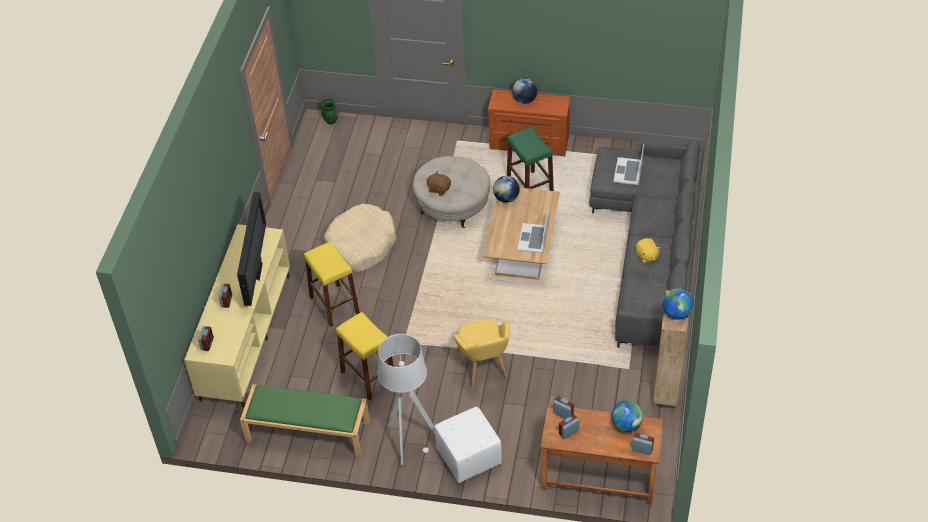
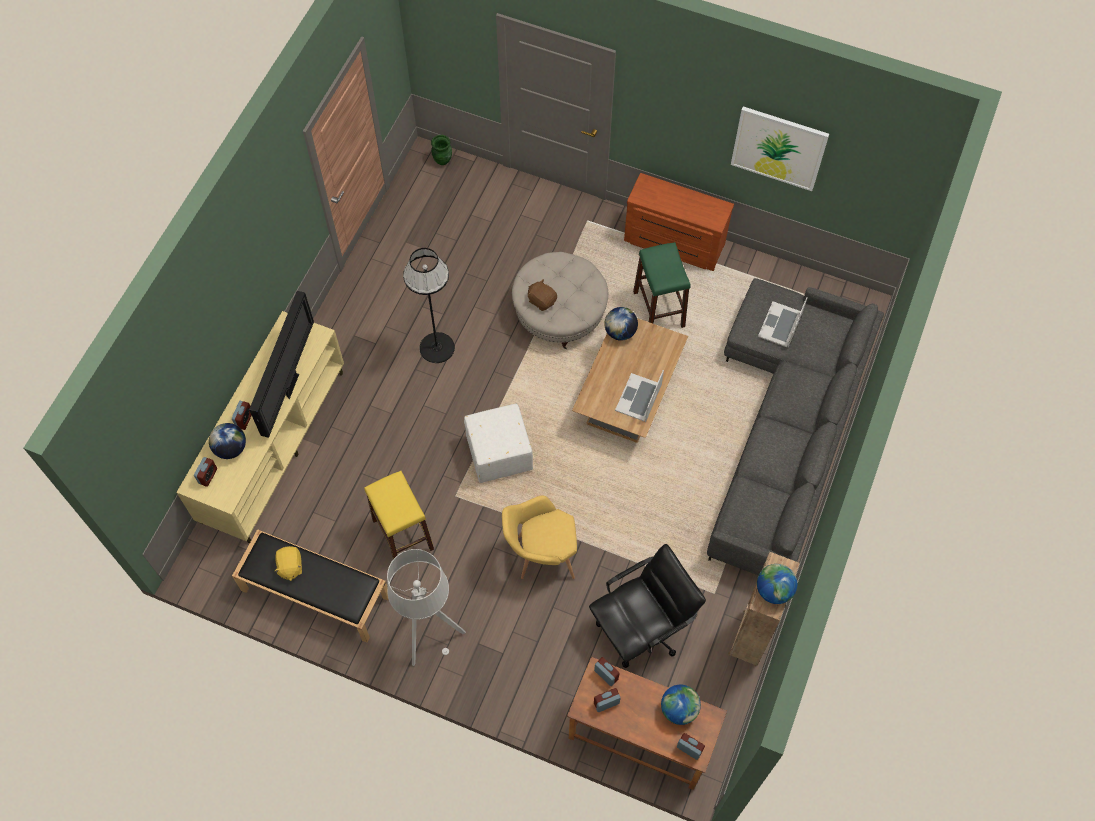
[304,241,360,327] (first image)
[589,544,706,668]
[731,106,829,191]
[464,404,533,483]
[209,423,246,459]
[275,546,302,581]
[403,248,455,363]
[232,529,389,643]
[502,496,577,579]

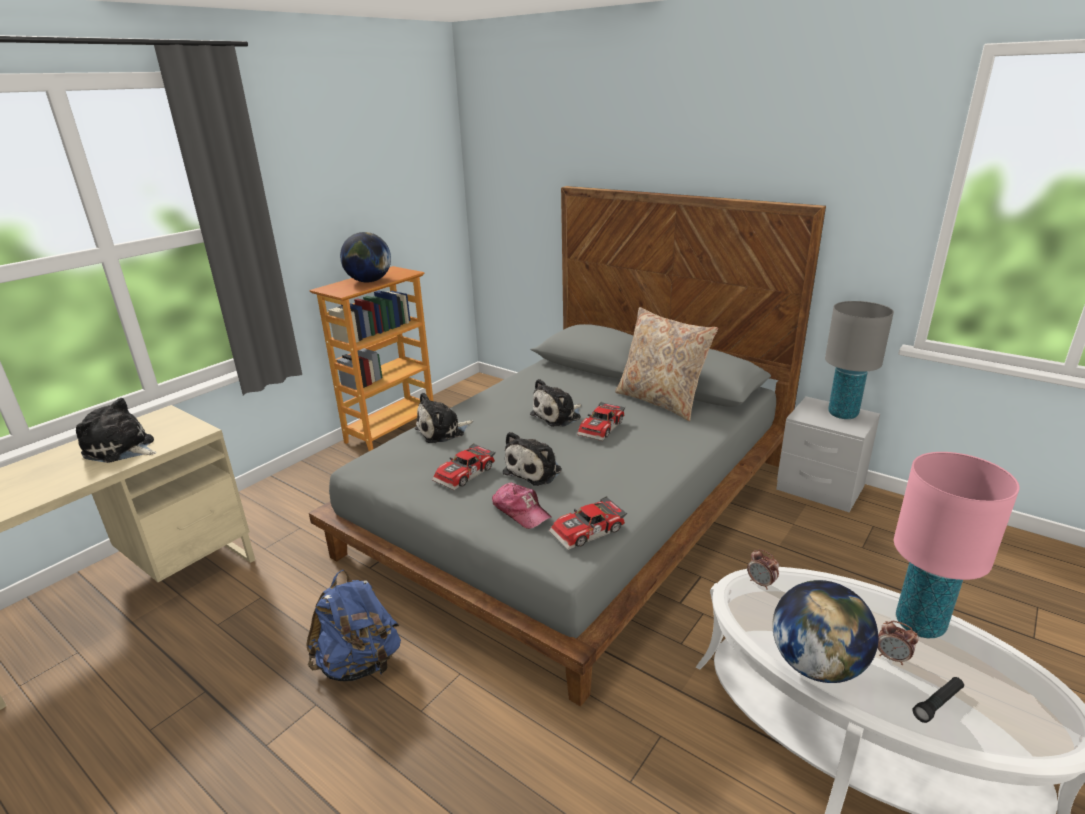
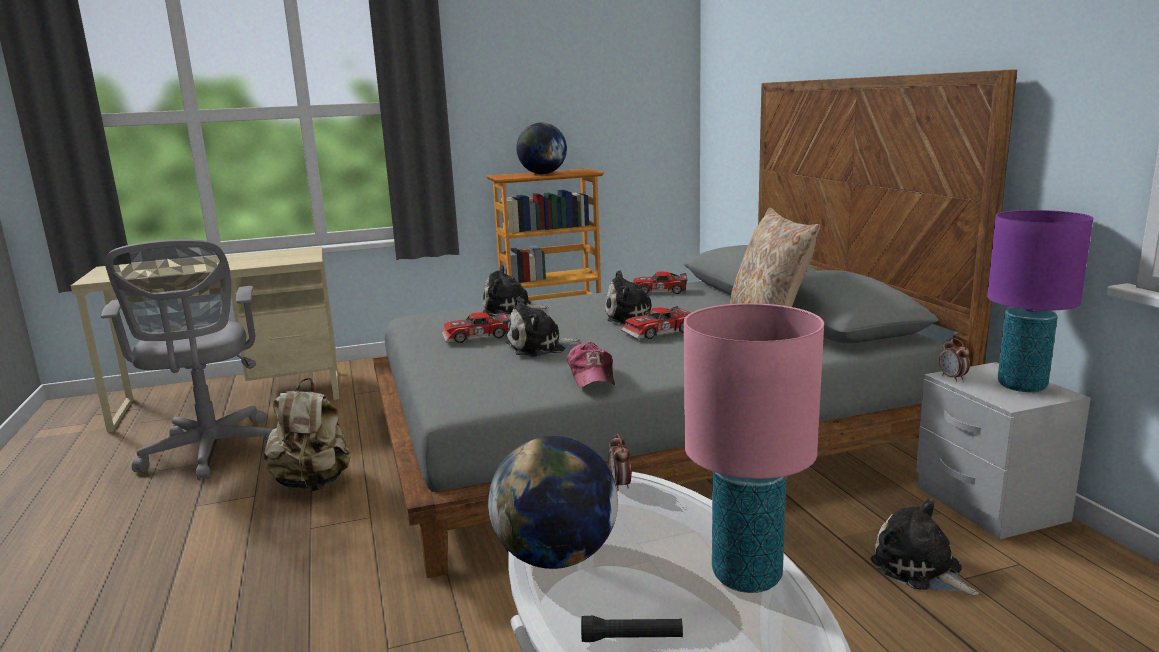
[101,239,273,481]
[871,499,979,595]
[567,342,615,388]
[634,272,688,294]
[939,338,970,382]
[264,378,351,491]
[987,210,1093,392]

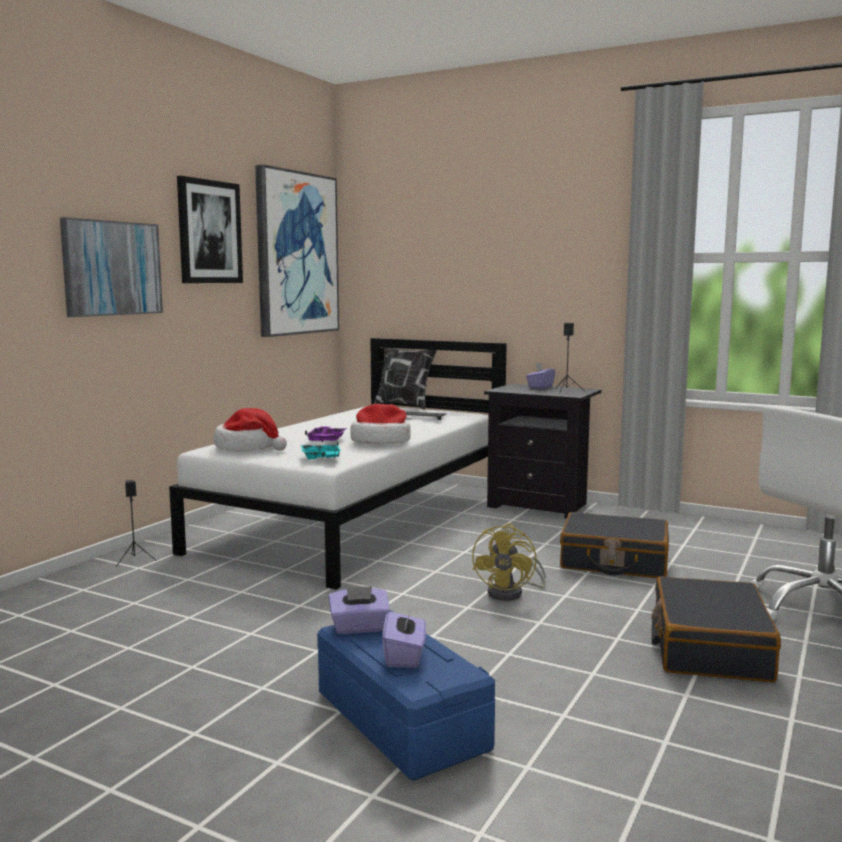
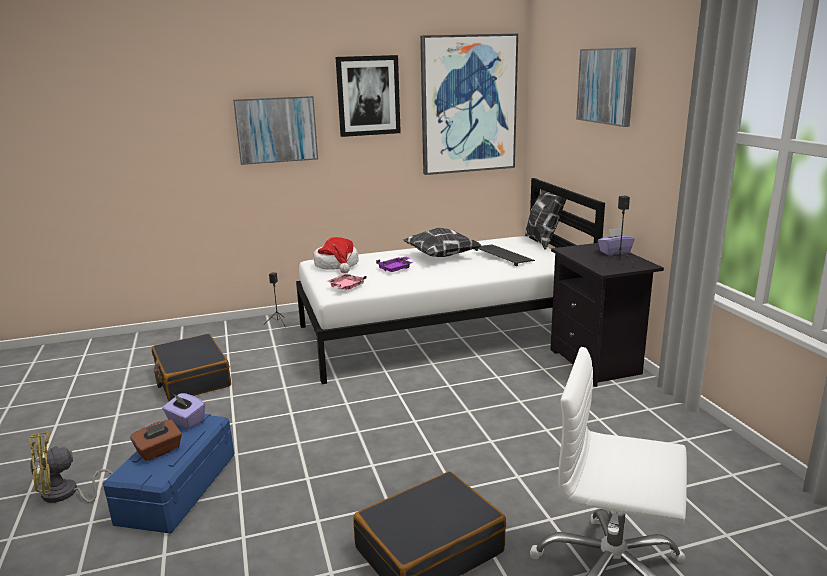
[350,404,410,444] (first image)
[403,228,482,257]
[576,47,636,127]
[29,432,113,503]
[152,333,231,401]
[327,274,366,290]
[130,420,182,461]

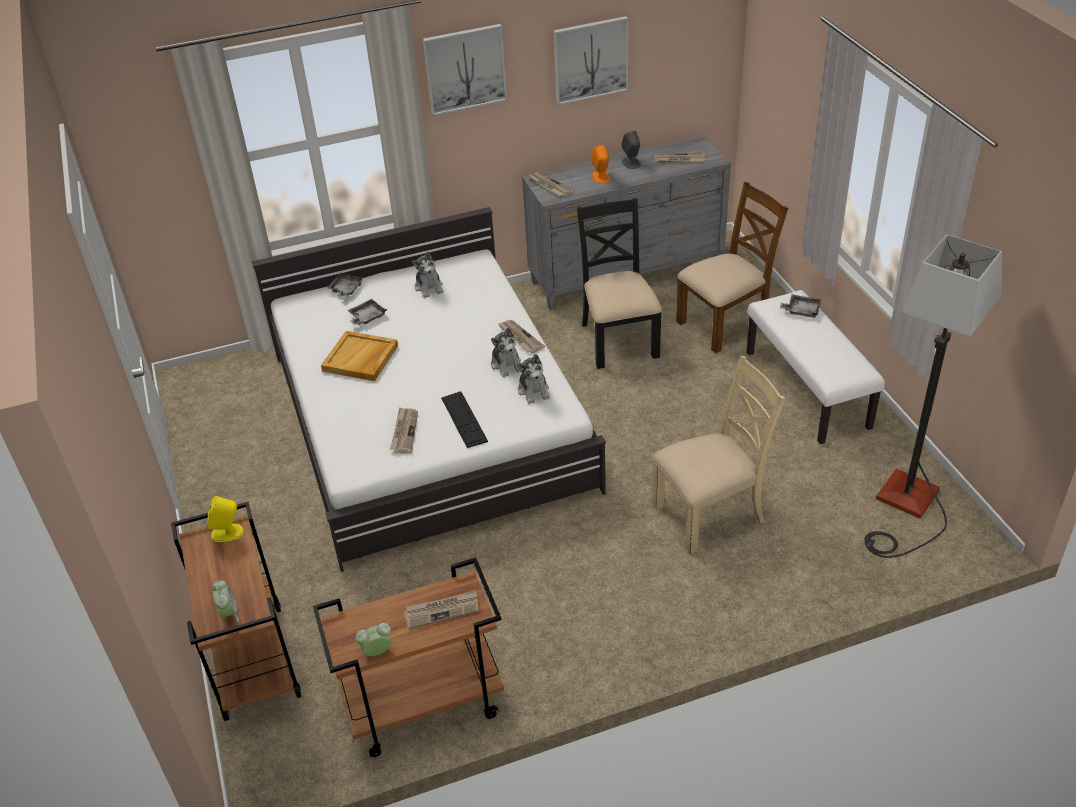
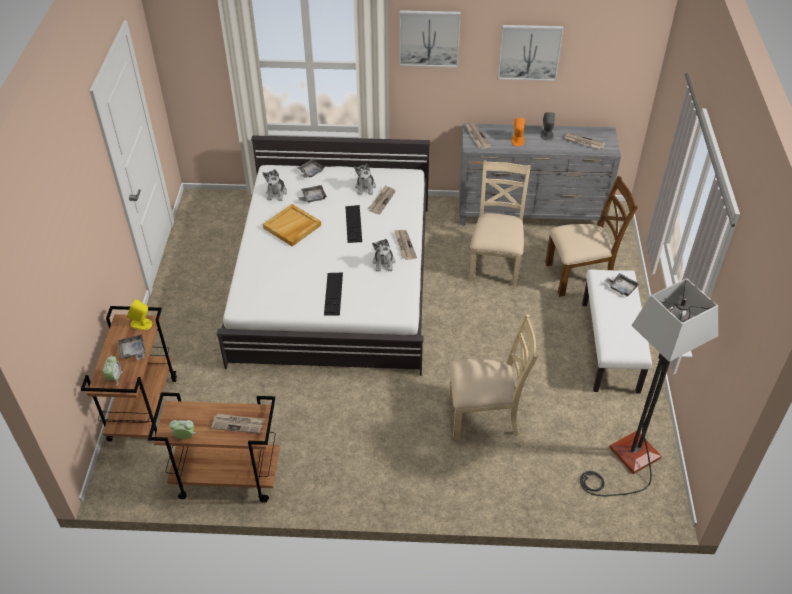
[118,333,146,360]
[345,205,362,243]
[368,185,396,214]
[262,169,287,201]
[469,161,531,287]

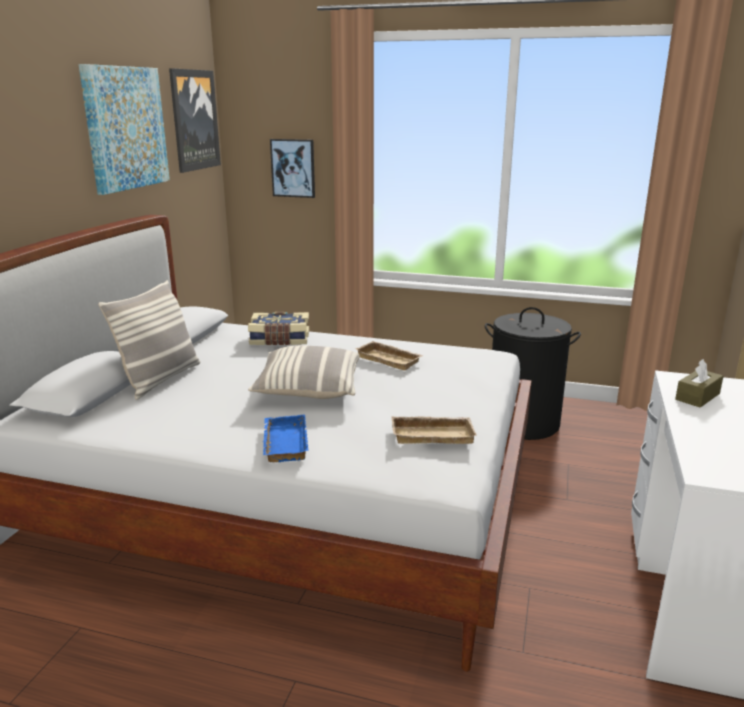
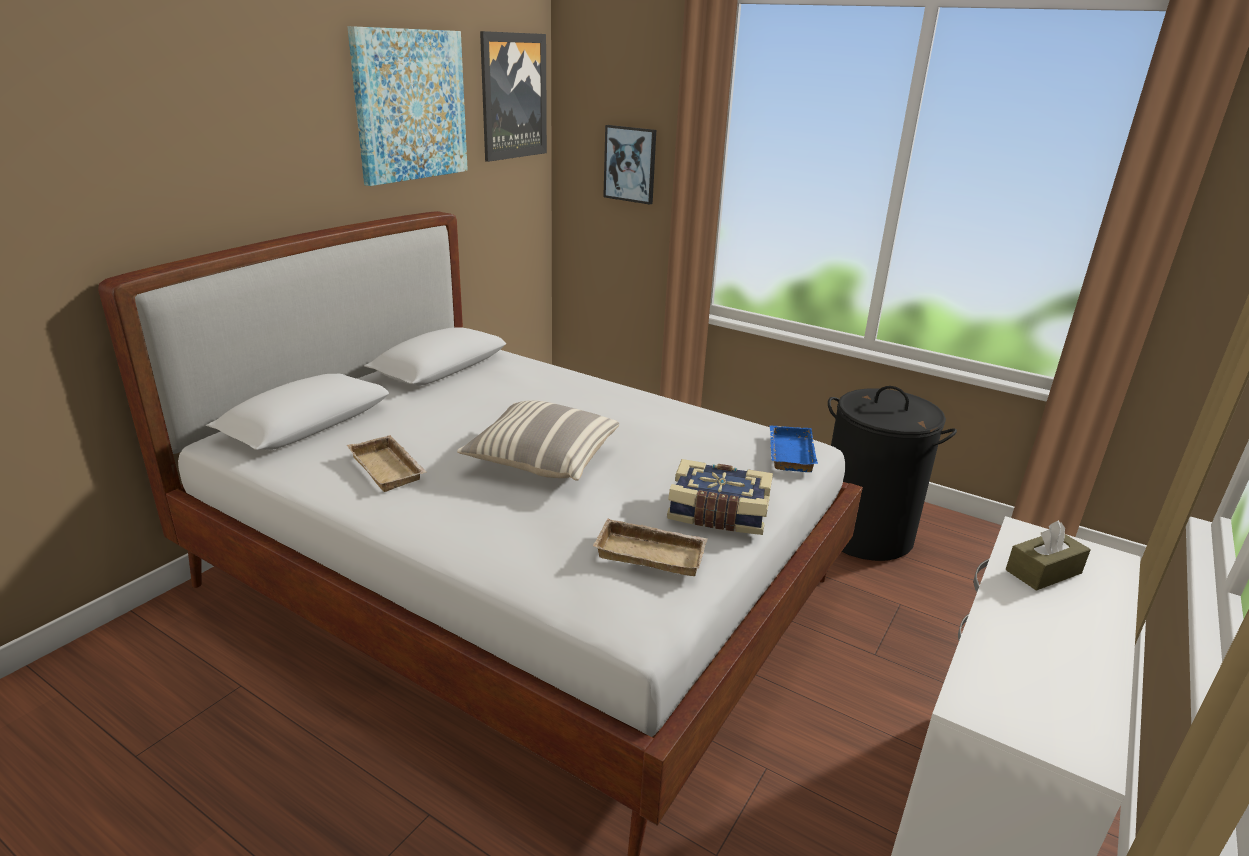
[98,280,200,400] (first image)
[667,459,773,535]
[770,425,818,472]
[347,435,427,492]

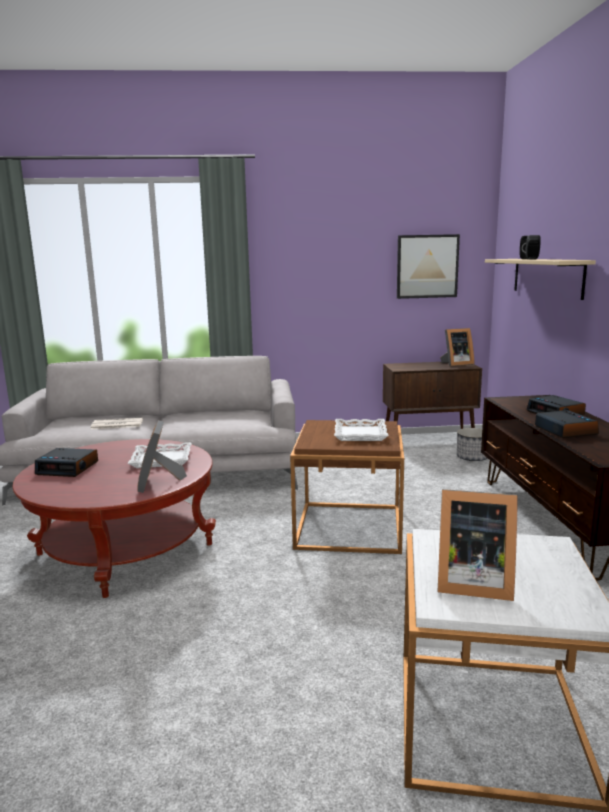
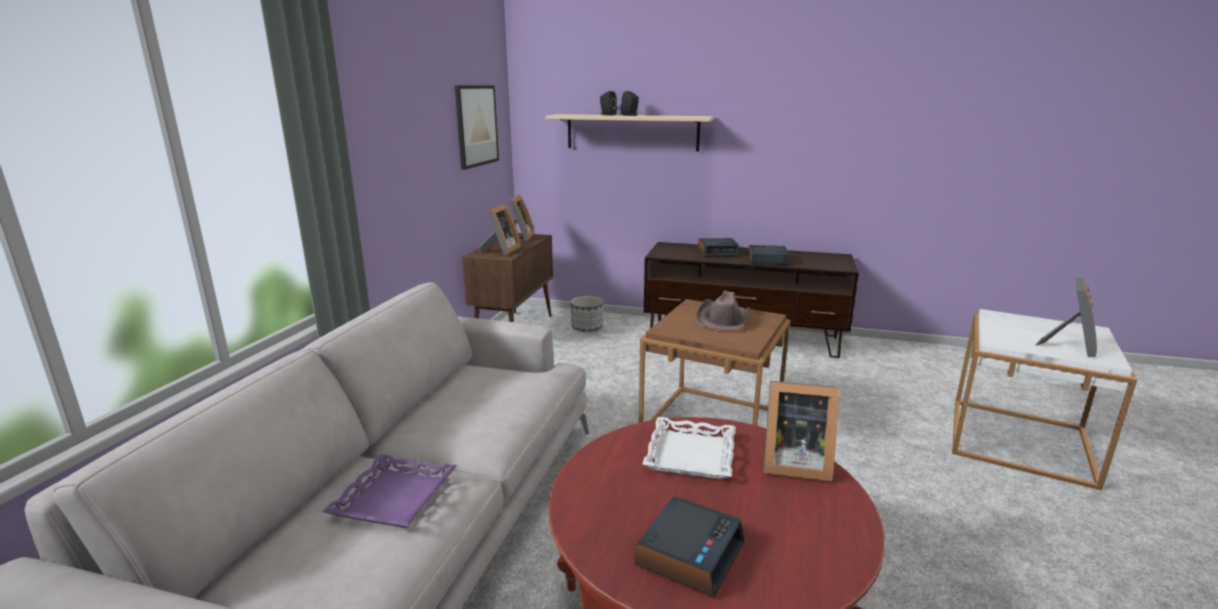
[479,204,521,255]
[322,454,457,528]
[696,291,751,330]

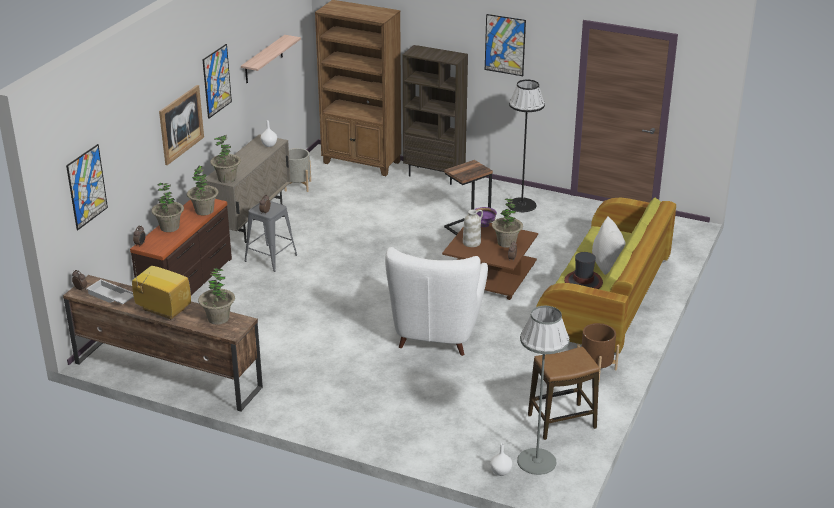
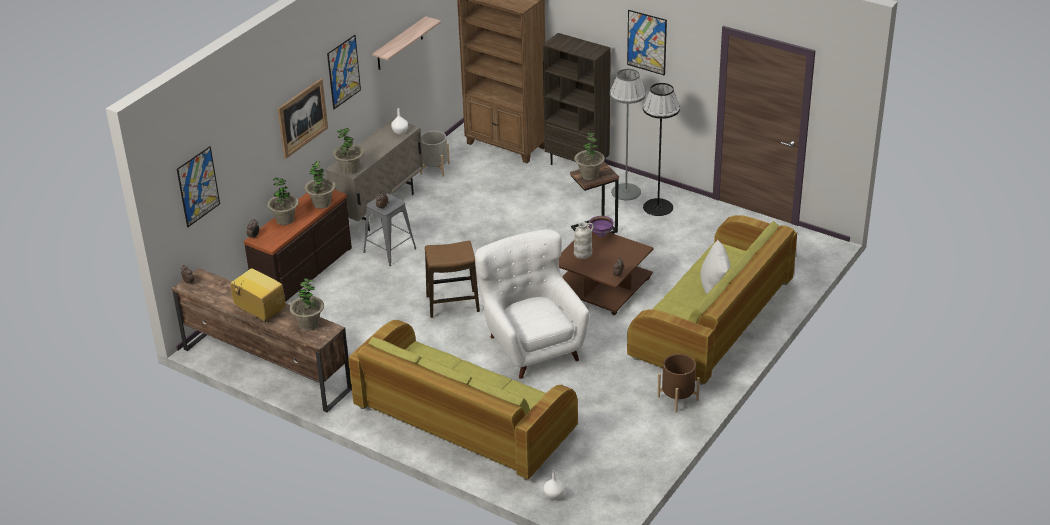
[86,279,134,304] (first image)
[564,252,603,289] (first image)
[348,320,578,480]
[574,132,605,180]
[610,69,646,200]
[425,241,480,318]
[475,229,589,379]

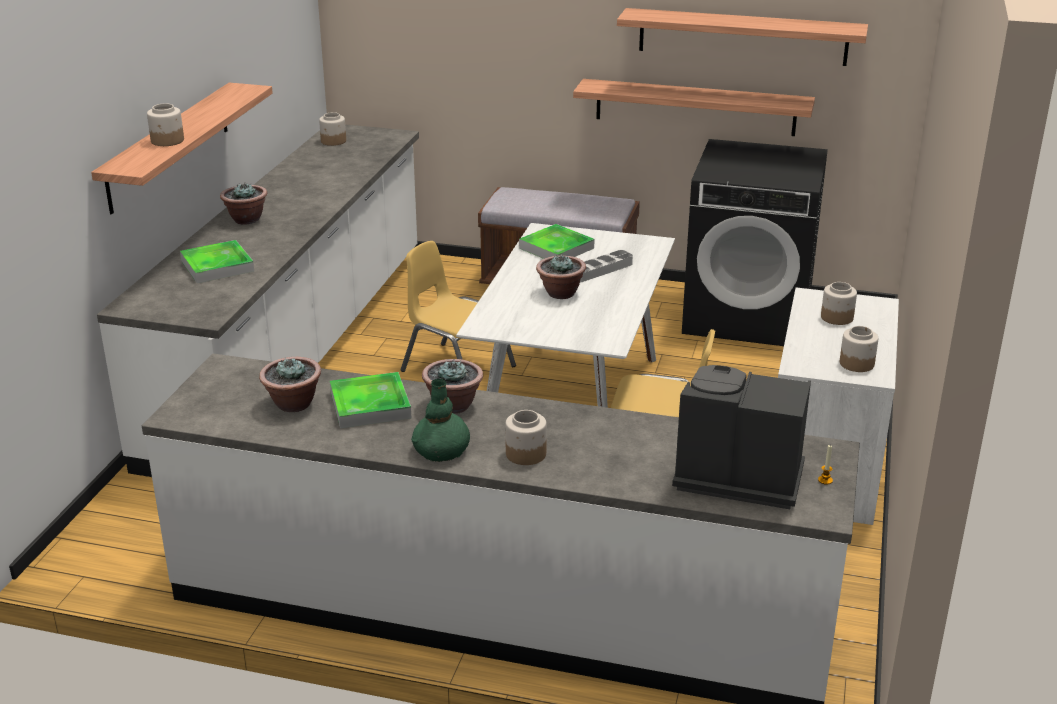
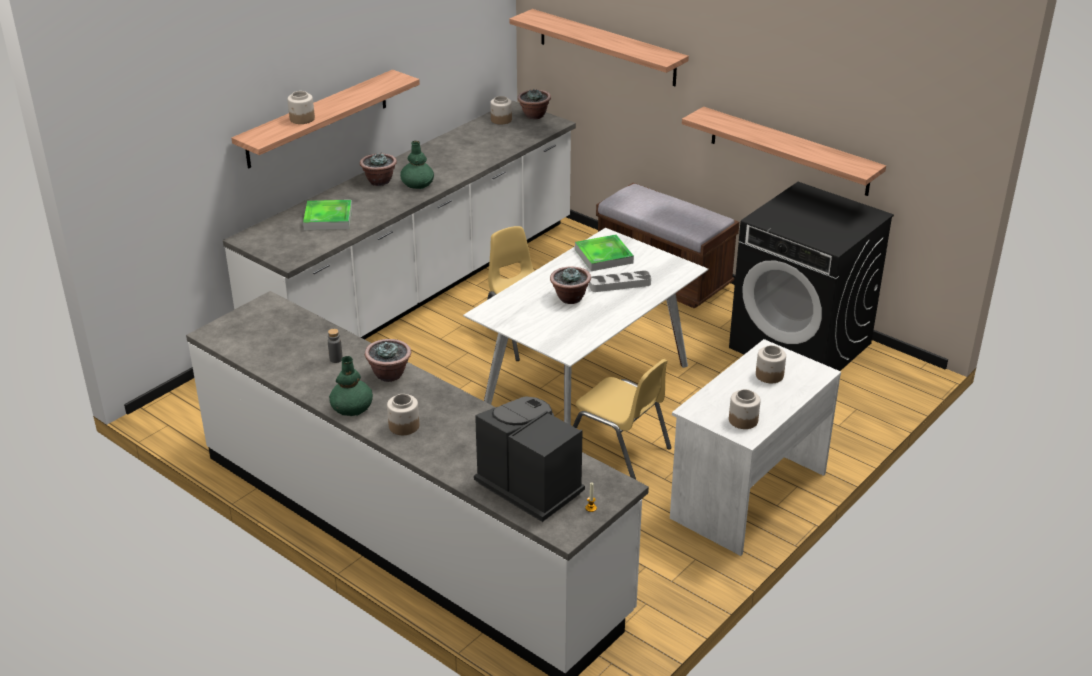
[400,141,434,189]
[517,89,551,119]
[509,9,689,86]
[328,329,343,363]

